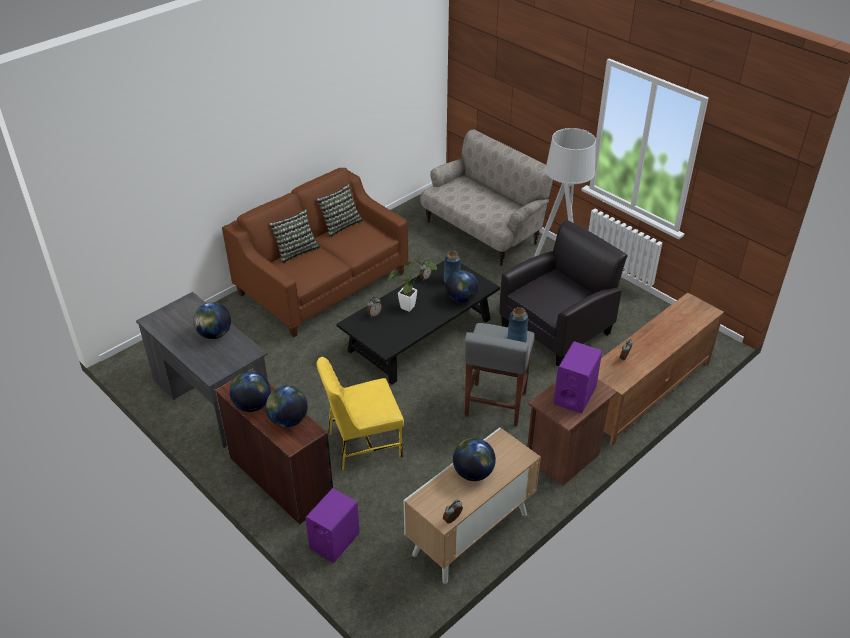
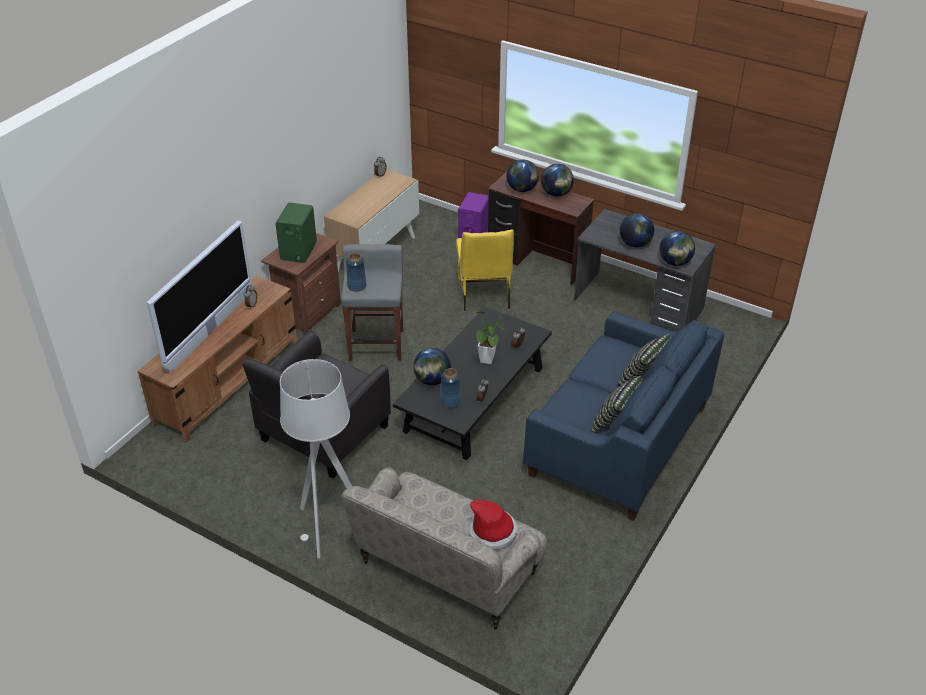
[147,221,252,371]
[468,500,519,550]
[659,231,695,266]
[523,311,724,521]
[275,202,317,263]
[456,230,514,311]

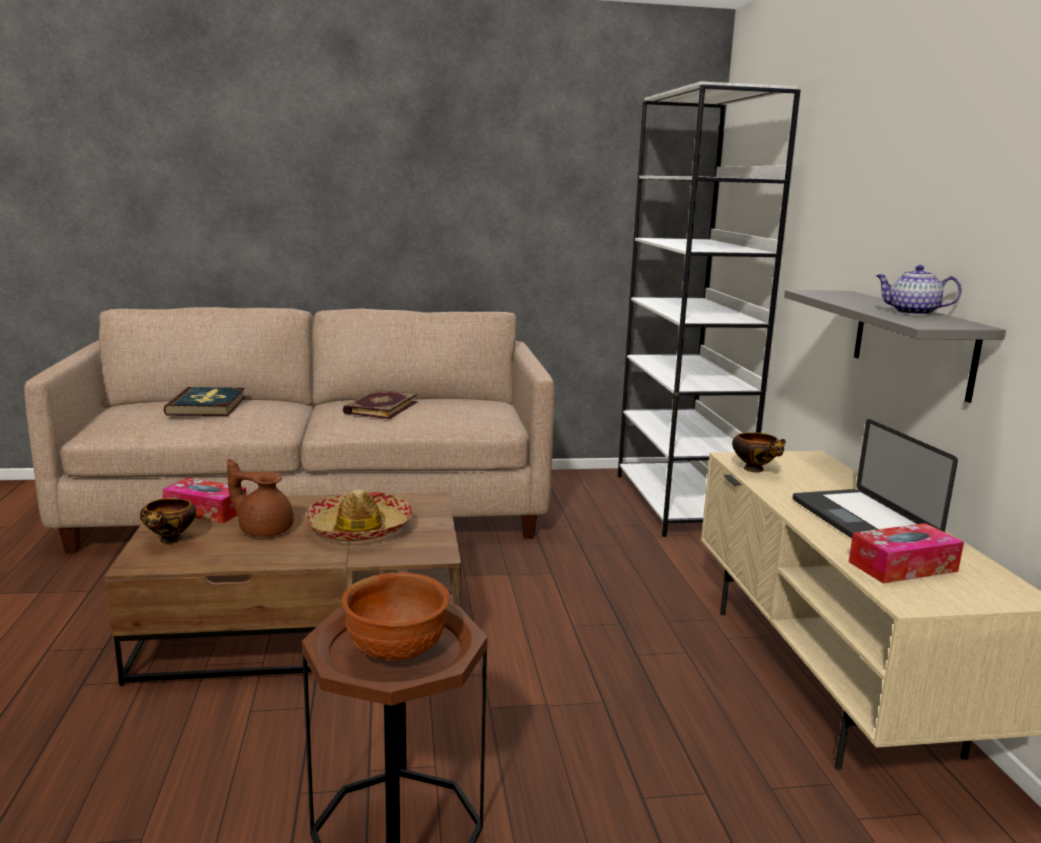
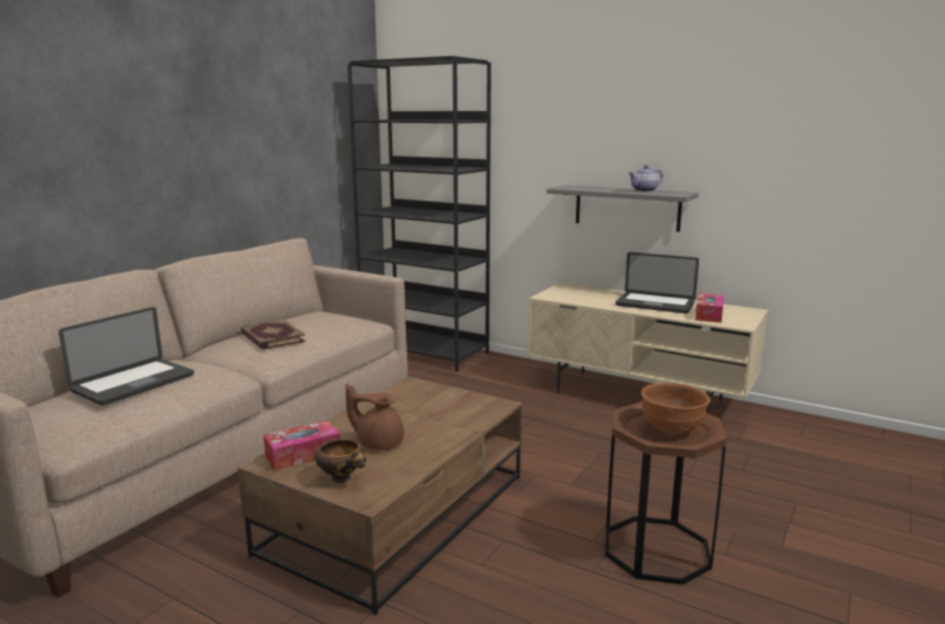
[305,489,413,542] (first image)
[732,432,786,473] (first image)
[59,307,194,405]
[347,56,491,372]
[345,384,404,450]

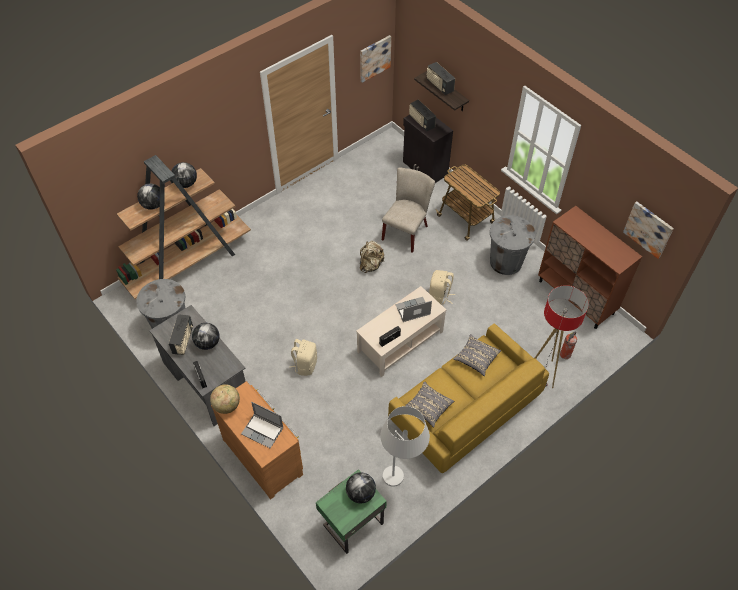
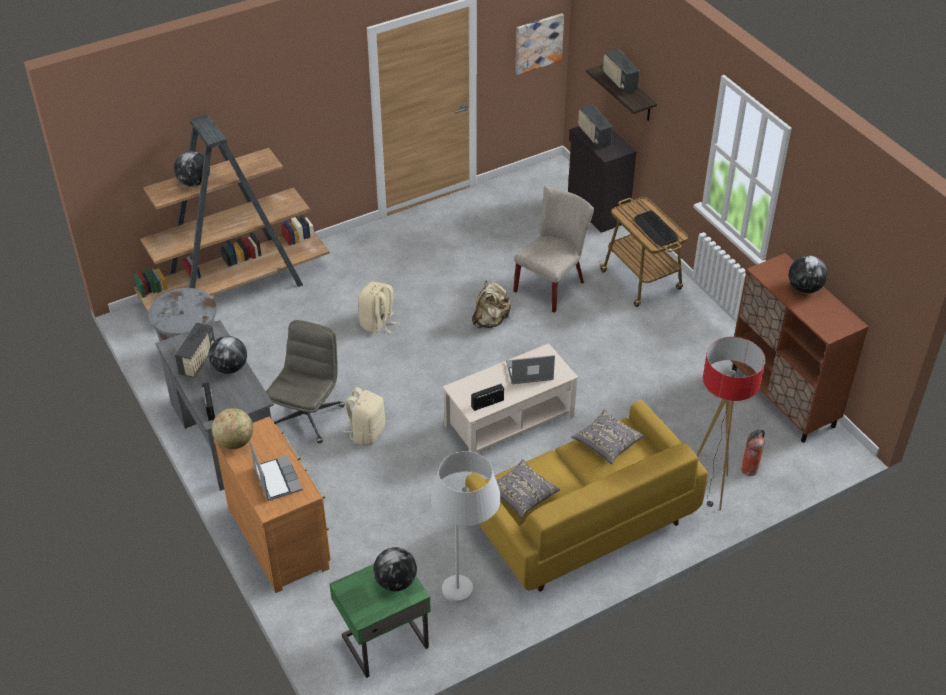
[490,215,535,275] (first image)
[623,201,674,259] (first image)
[266,320,345,443]
[634,211,678,246]
[789,255,828,293]
[358,282,399,333]
[250,442,303,501]

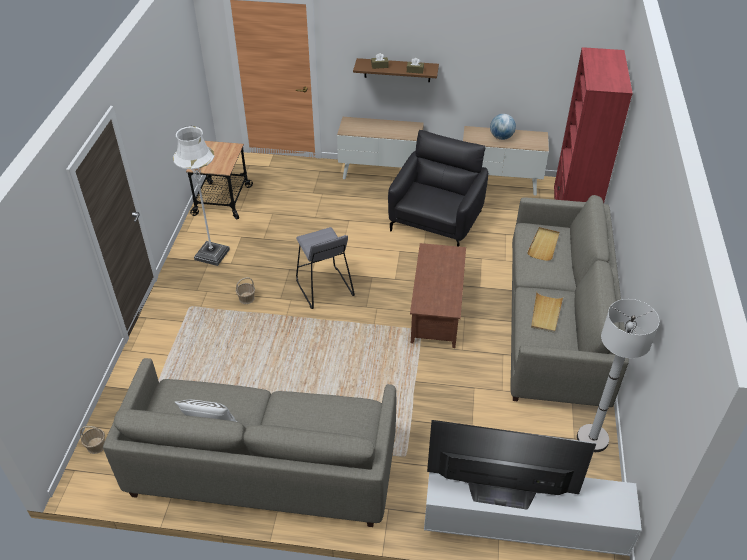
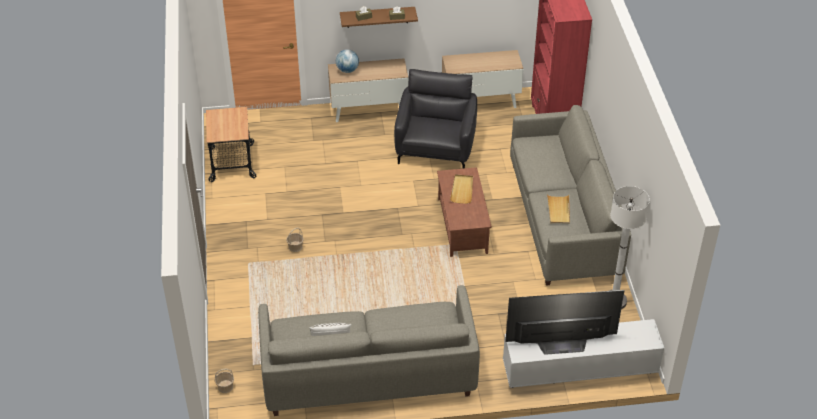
[173,126,230,266] (first image)
[296,227,355,309] (first image)
[336,49,359,73]
[450,174,473,204]

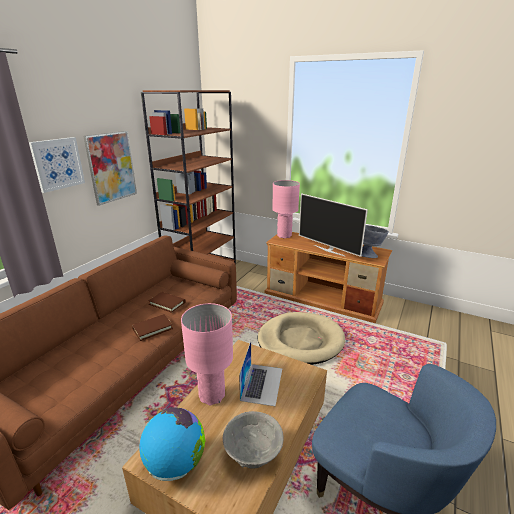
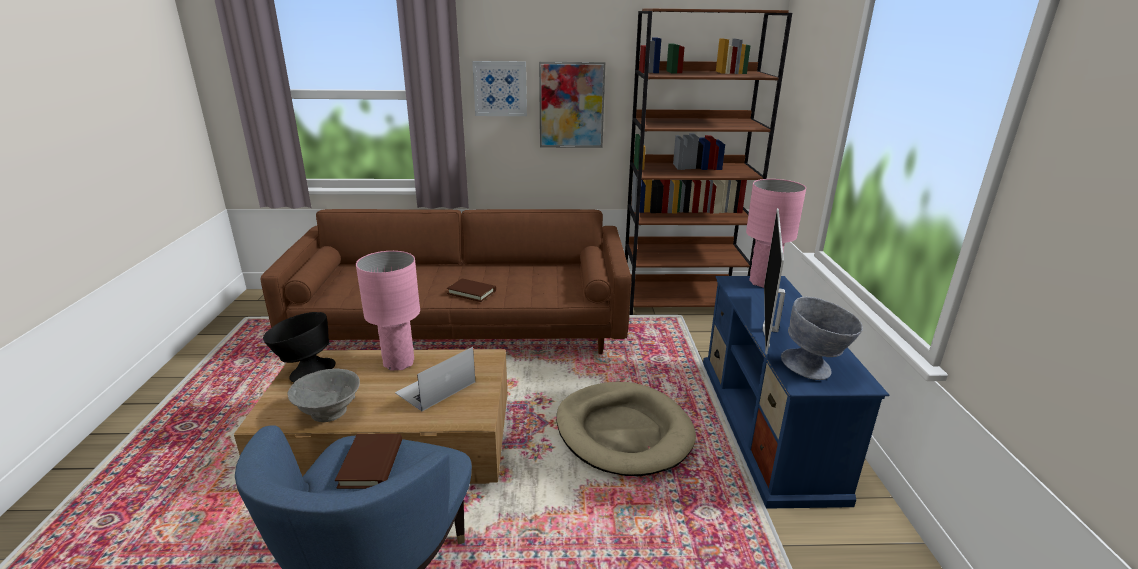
[335,434,402,489]
[263,312,335,382]
[703,276,890,509]
[395,347,475,411]

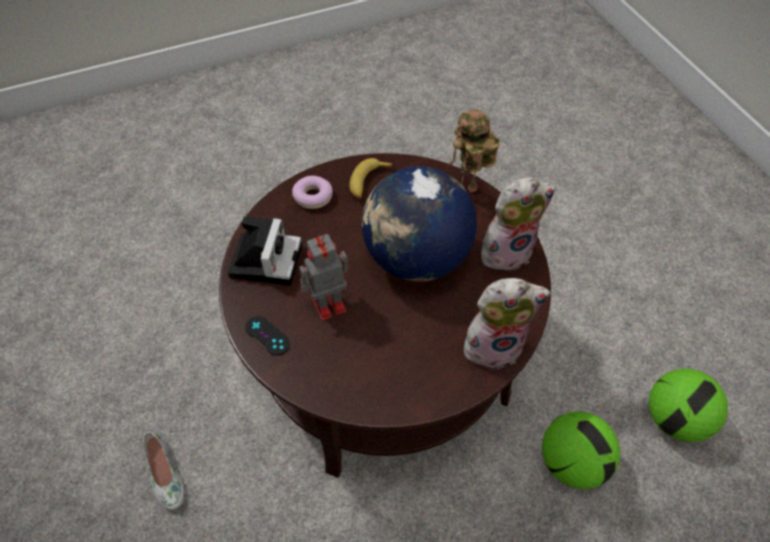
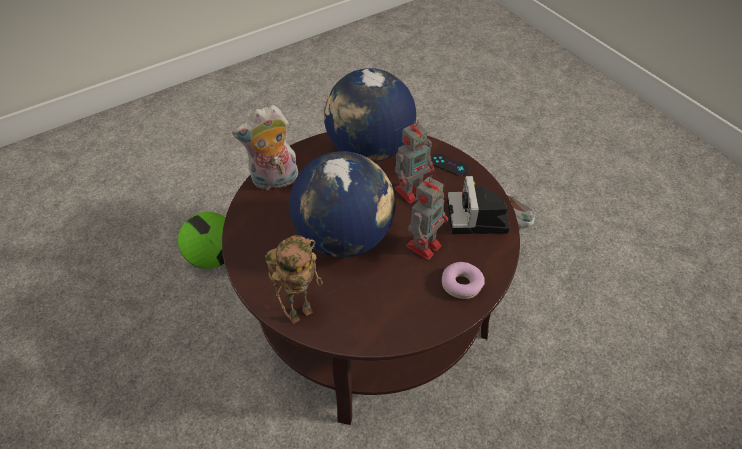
[349,158,393,199] (first image)
[481,177,556,274] (first image)
[649,369,728,442] (first image)
[324,68,416,162]
[406,175,448,260]

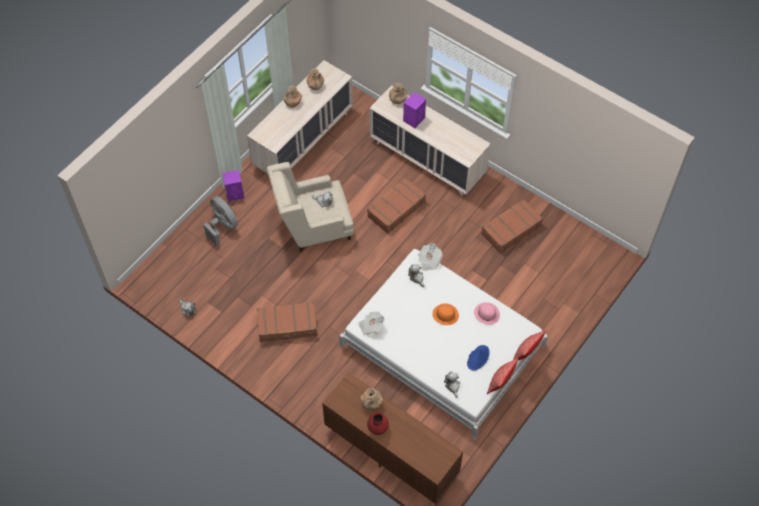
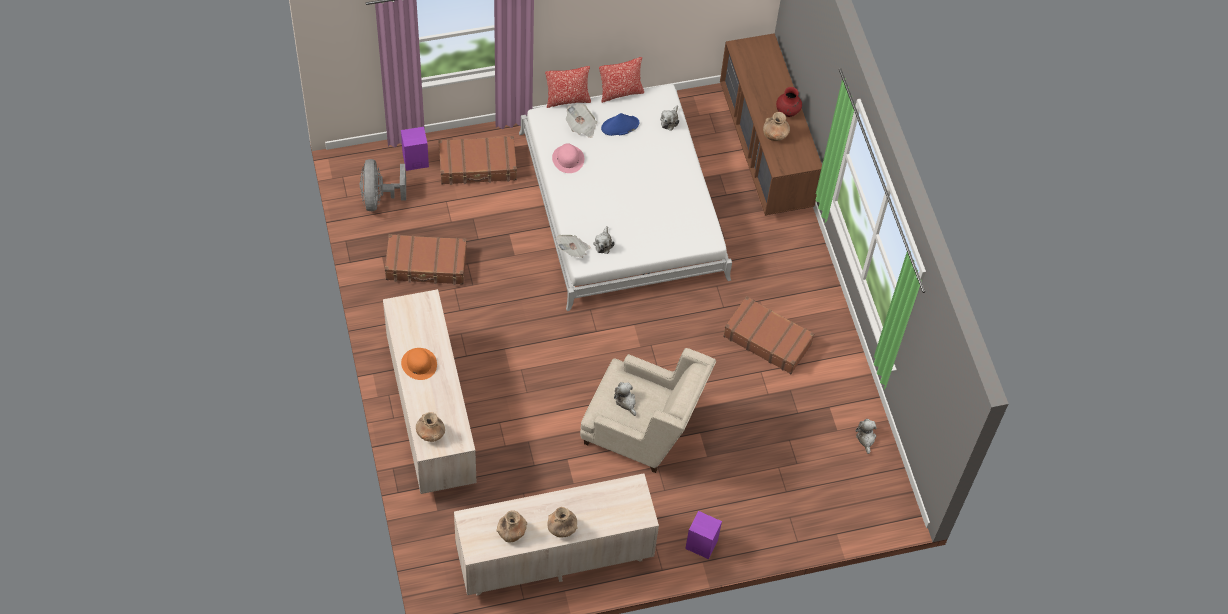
[360,159,406,211]
[566,104,597,138]
[438,136,517,185]
[401,127,429,171]
[401,348,437,380]

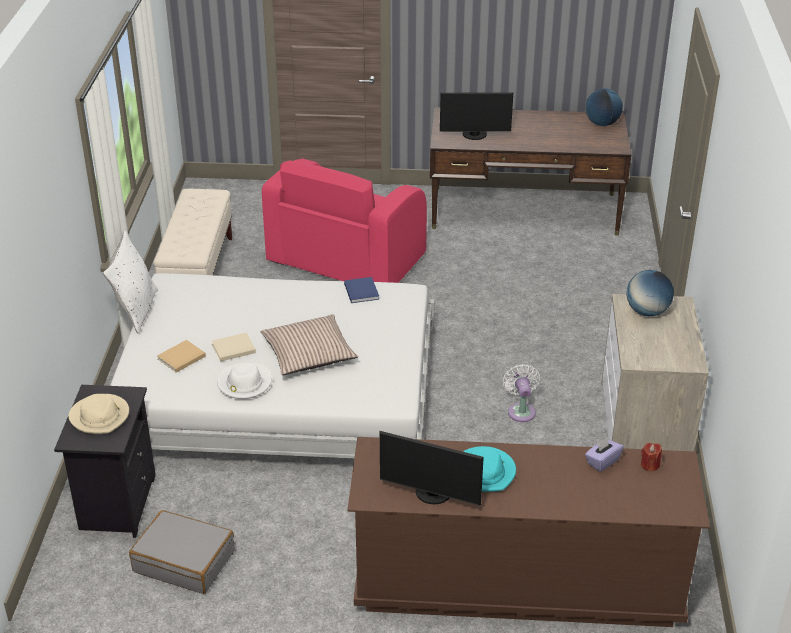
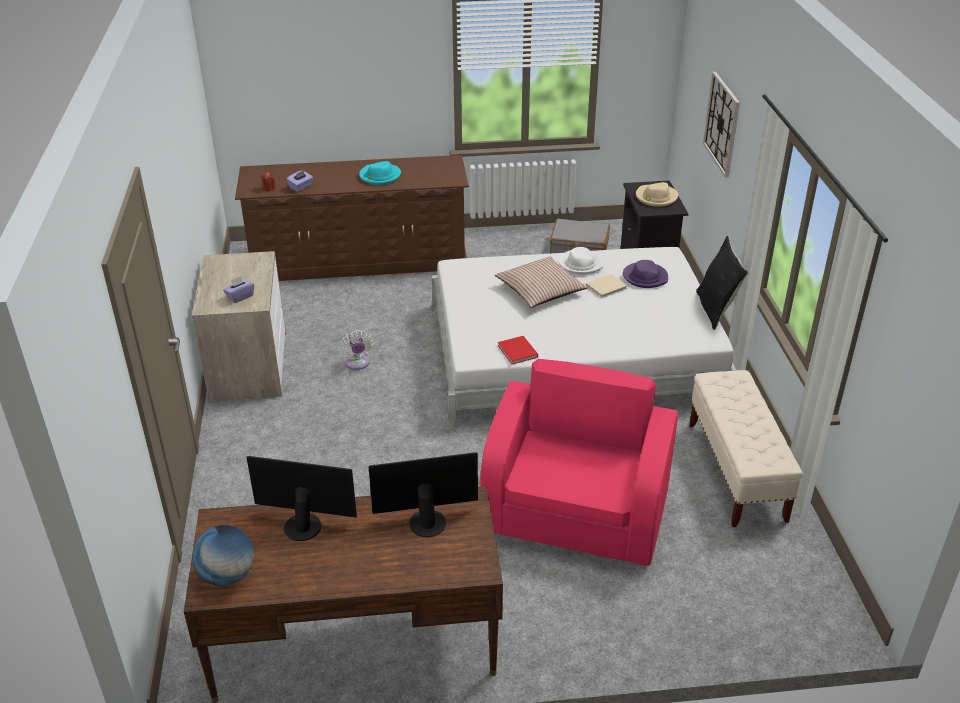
[703,72,740,178]
[247,456,357,541]
[623,260,668,288]
[223,276,254,303]
[696,236,749,330]
[498,336,538,364]

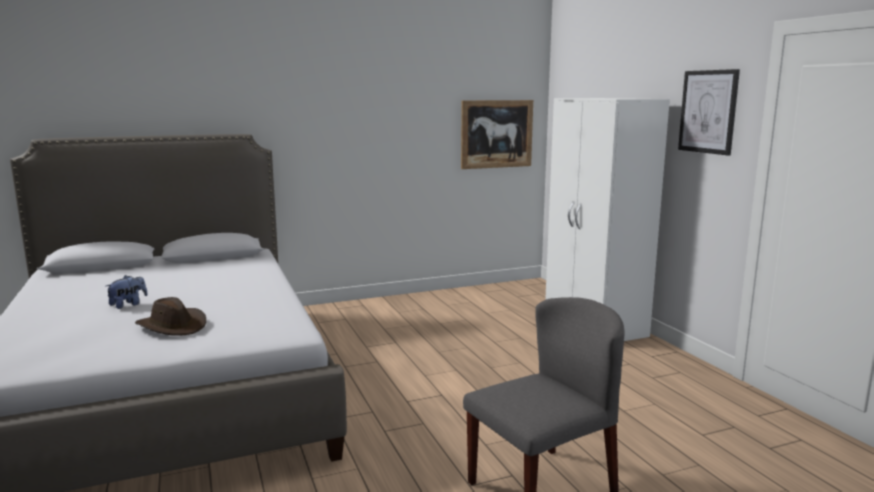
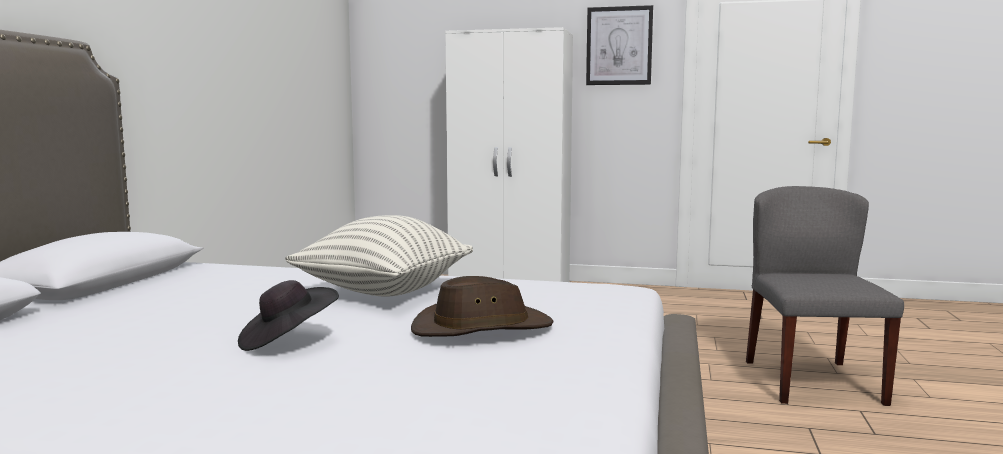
[461,100,533,169] (first image)
[285,215,473,296]
[238,280,339,351]

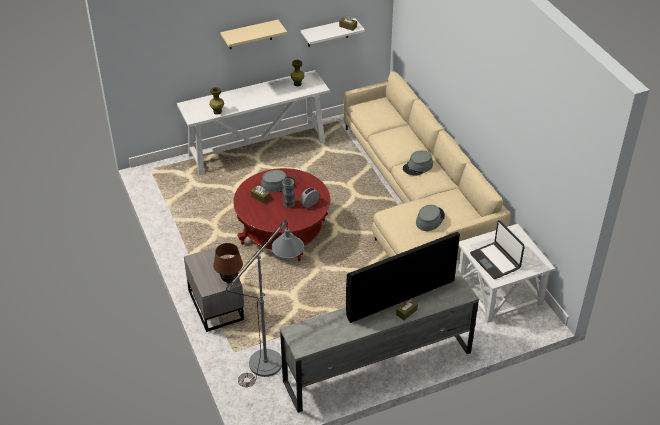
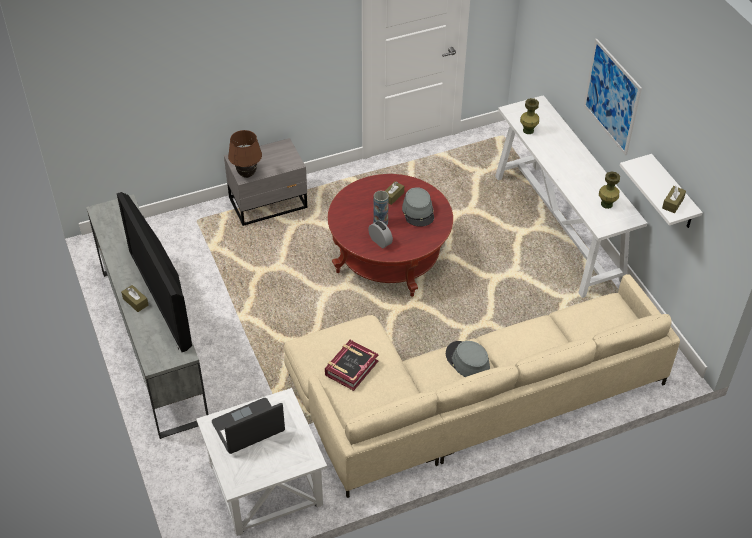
[226,220,304,387] (first image)
[583,39,642,156]
[325,340,379,391]

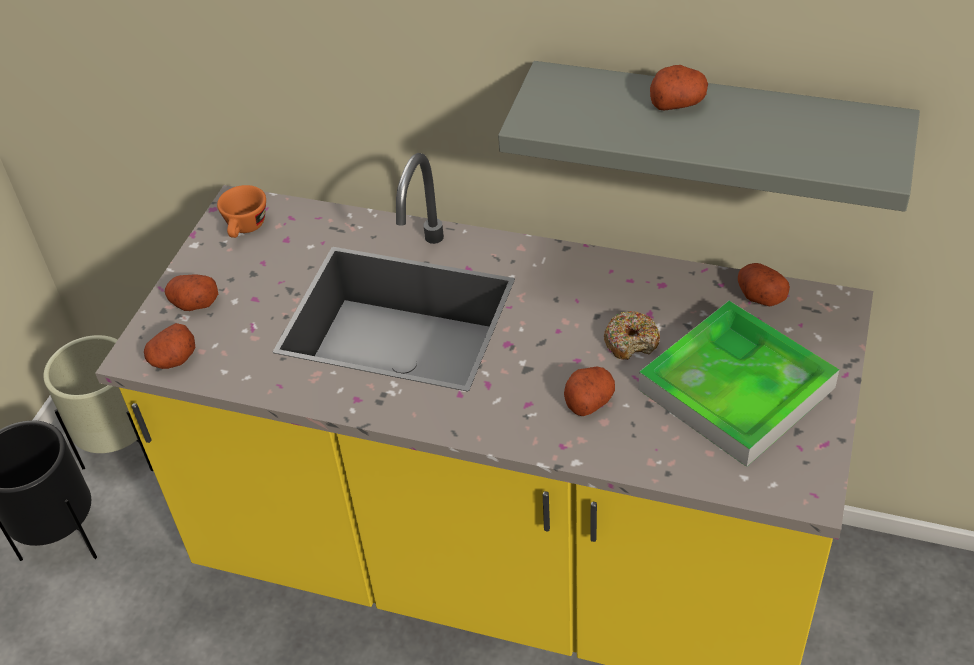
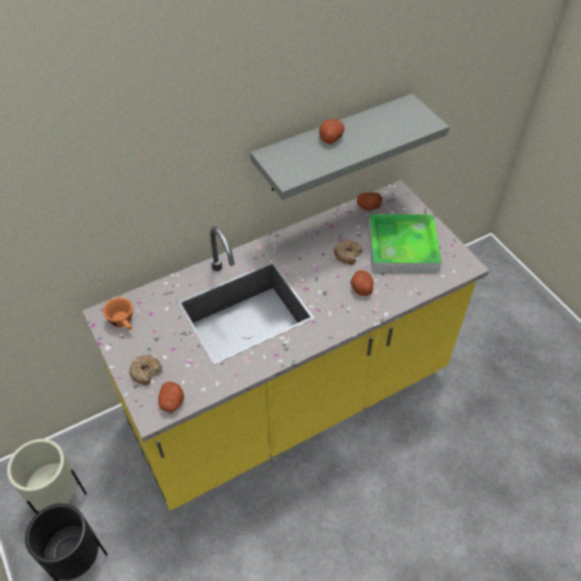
[130,355,162,385]

